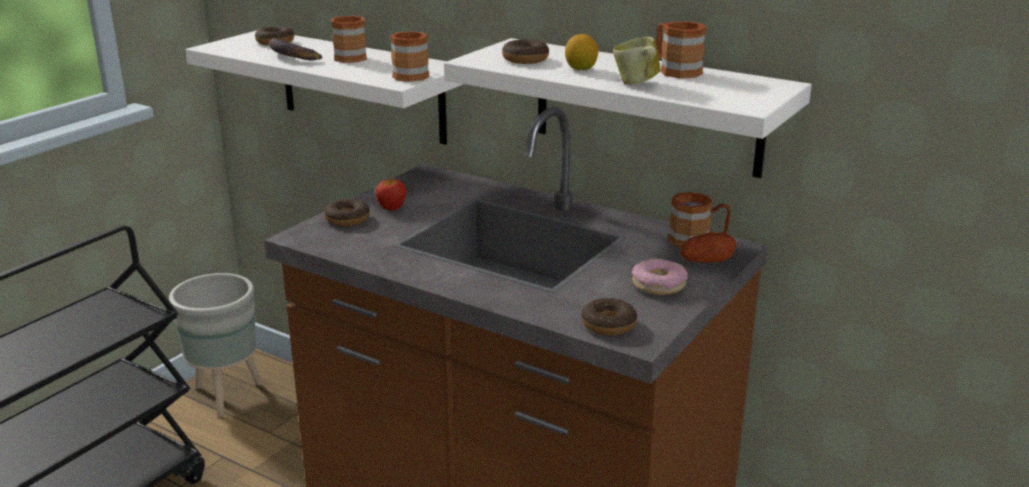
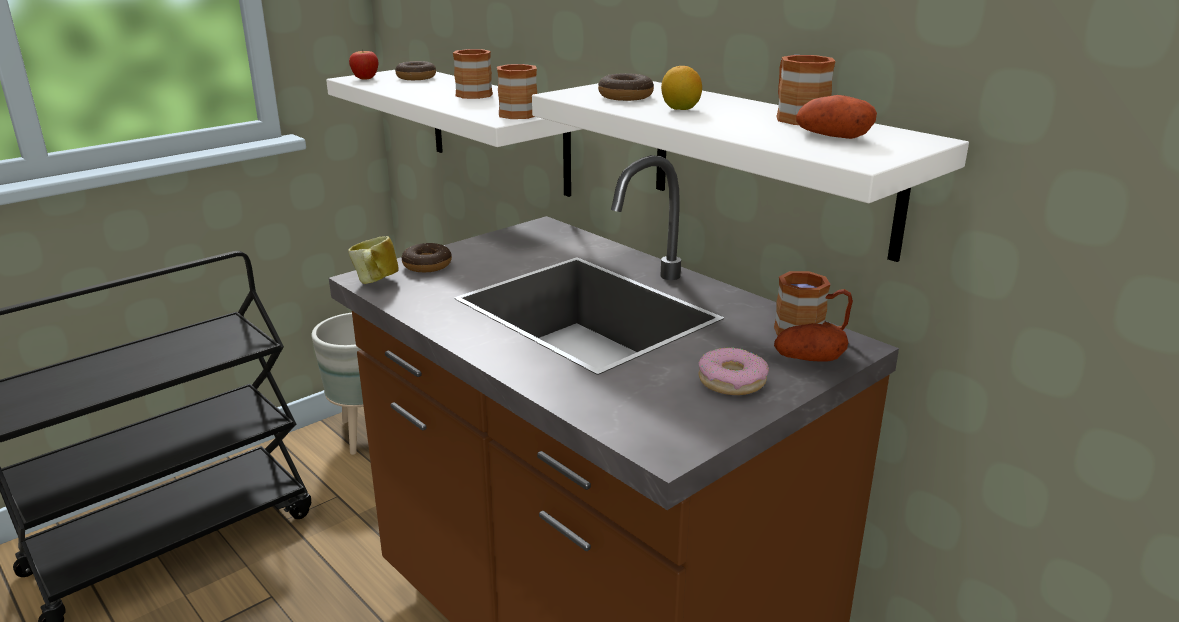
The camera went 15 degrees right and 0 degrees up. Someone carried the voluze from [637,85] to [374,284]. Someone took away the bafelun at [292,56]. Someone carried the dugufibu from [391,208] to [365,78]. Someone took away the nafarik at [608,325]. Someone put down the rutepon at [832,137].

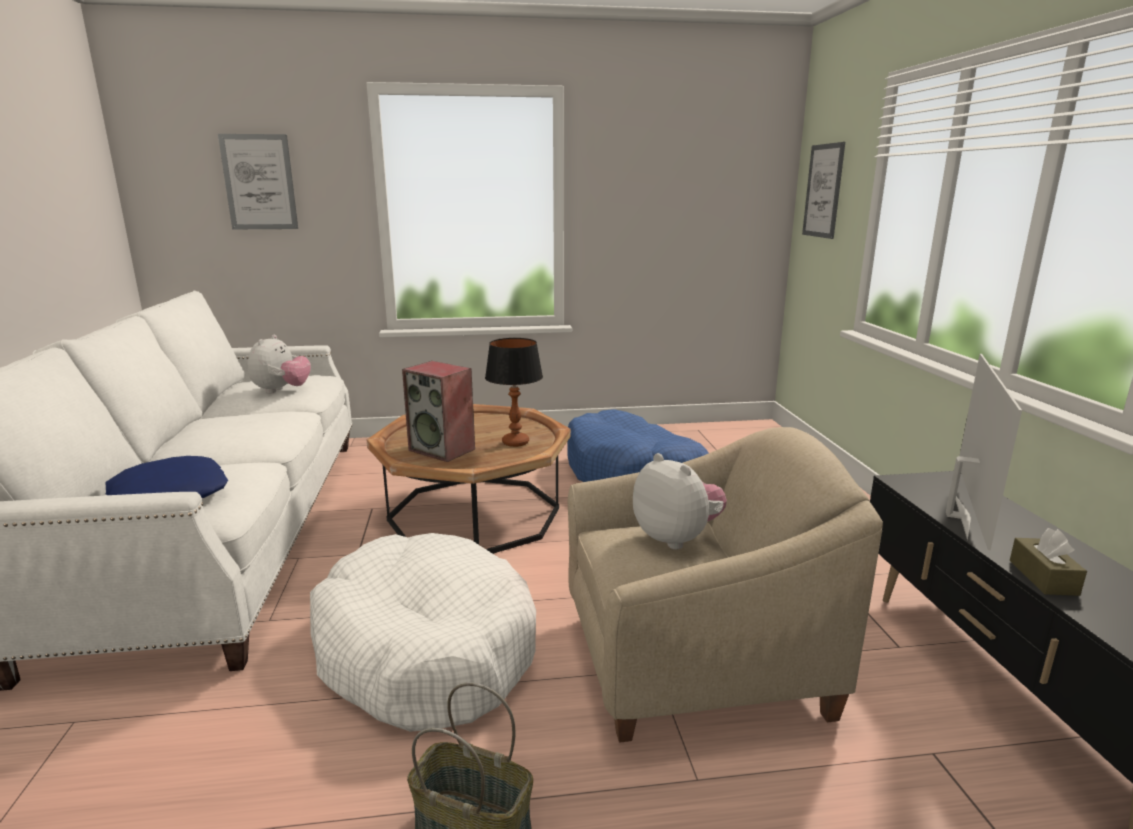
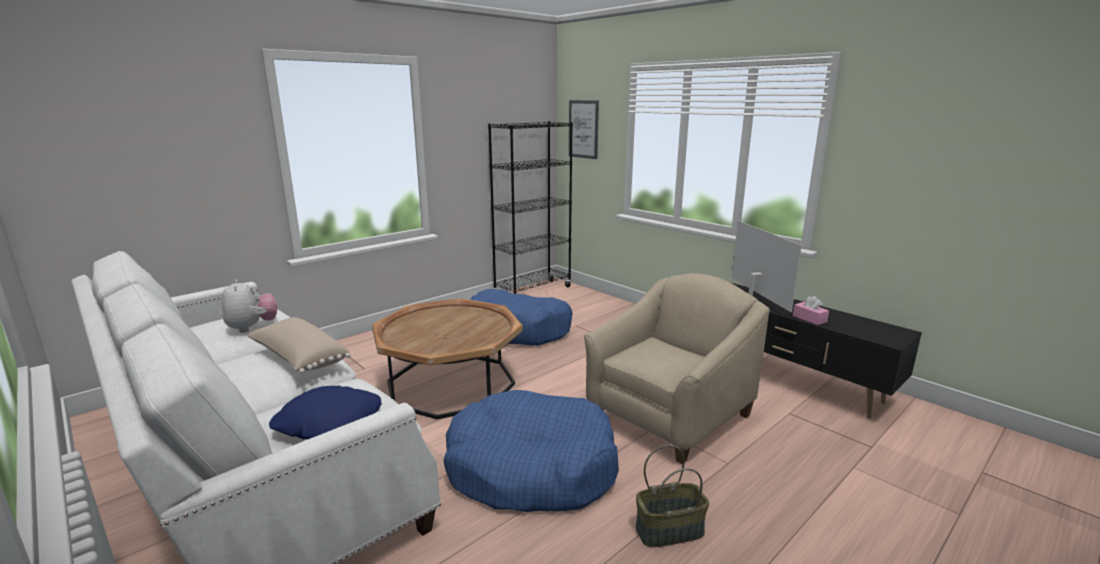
The camera went 35 degrees left and 0 degrees up. Someone took away the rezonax at [259,182]. Someone took away the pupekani at [515,442]. Someone took away the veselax at [443,449]. Someone took away the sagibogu at [677,538]. Someone repainted the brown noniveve at [1043,577], which became the pink noniveve at [809,319]. Someone repainted the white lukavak at [424,649], which became the blue lukavak at [531,468]. Someone put down the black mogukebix at [533,292]. Someone put down the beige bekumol at [299,358].

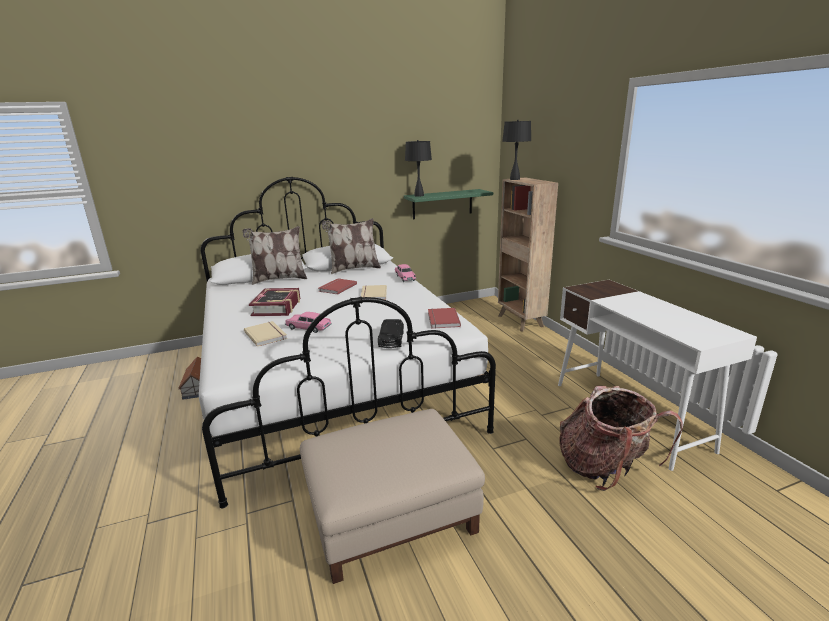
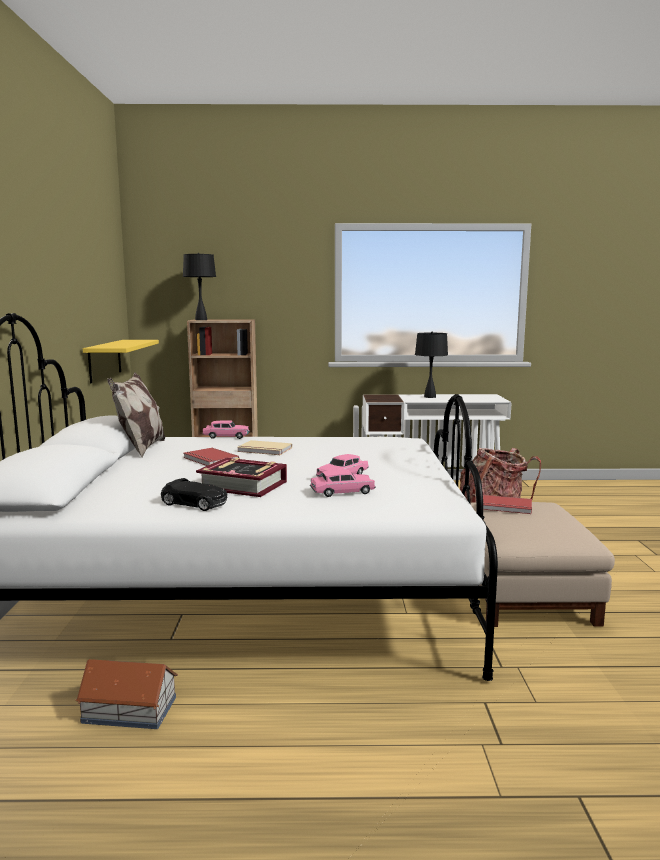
The camera went 70 degrees left and 10 degrees down. Someone carried the black pupekani from [419,195] to [429,397]. Someone repainted the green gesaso at [442,204], which became the yellow gesaso at [105,360]. Someone took away the bekumol at [278,279]. Someone carried the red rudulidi from [442,320] to [506,507]. Someone carried the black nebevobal from [391,340] to [195,503]. Someone swapped the beige rudulidi at [266,335] for the pink nebevobal at [342,492].

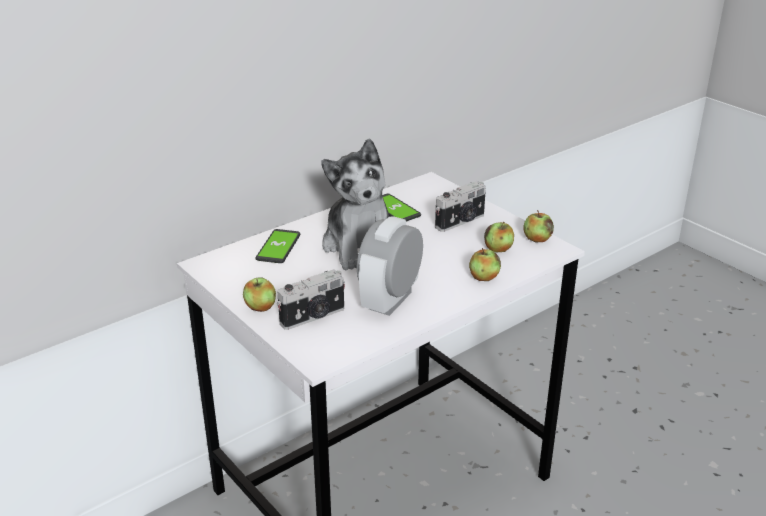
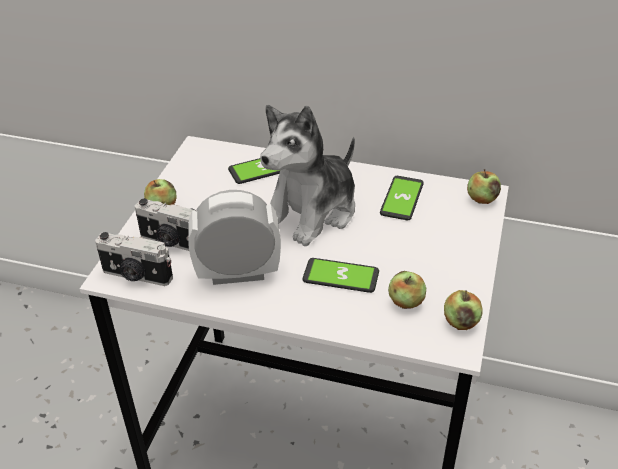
The camera went 55 degrees right and 10 degrees up. Someone carried the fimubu from [461,222] to [136,276]. Someone carried the dugufibu from [483,277] to [482,199]. Someone put down the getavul at [340,276].

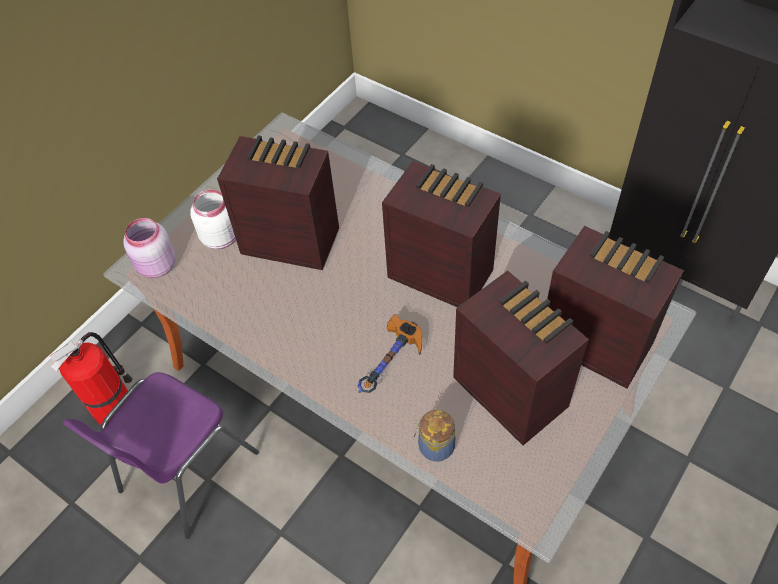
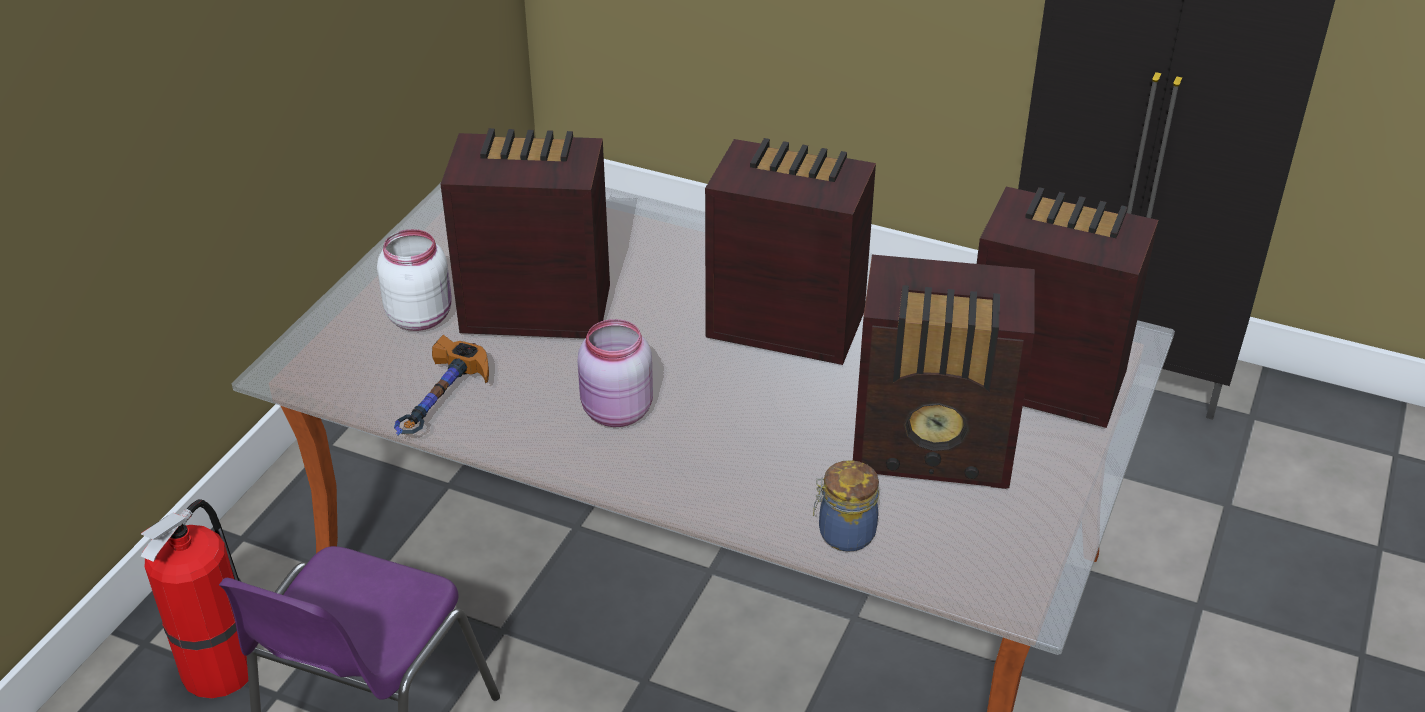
The camera went 15 degrees left and 15 degrees down. Someone carried the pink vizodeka from [156,267] to [616,412]. Someone rotated the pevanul at [510,389] by 150 degrees clockwise. Someone carried the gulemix from [389,364] to [441,405].

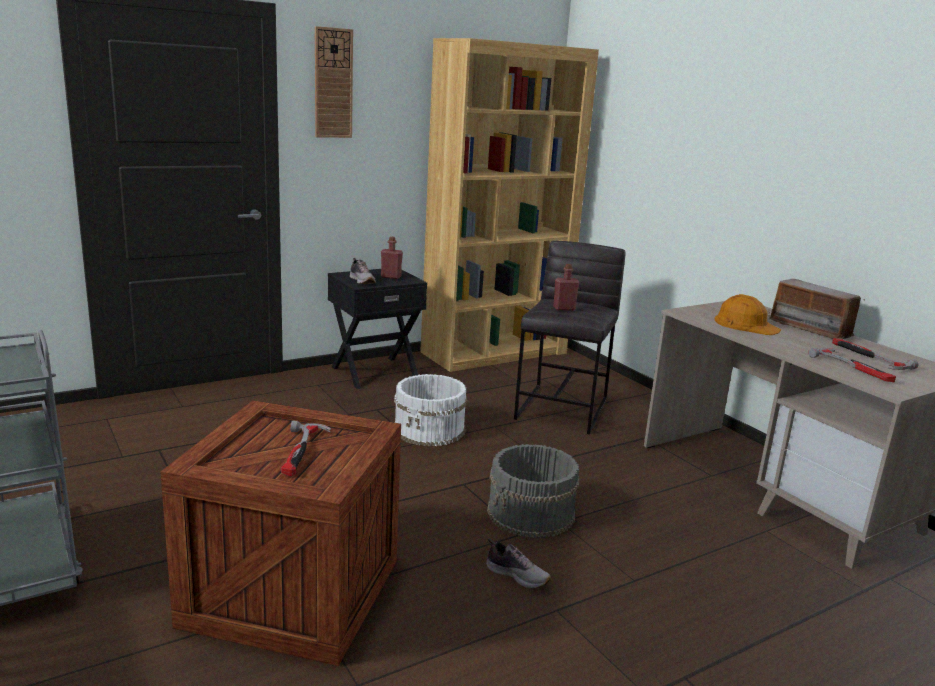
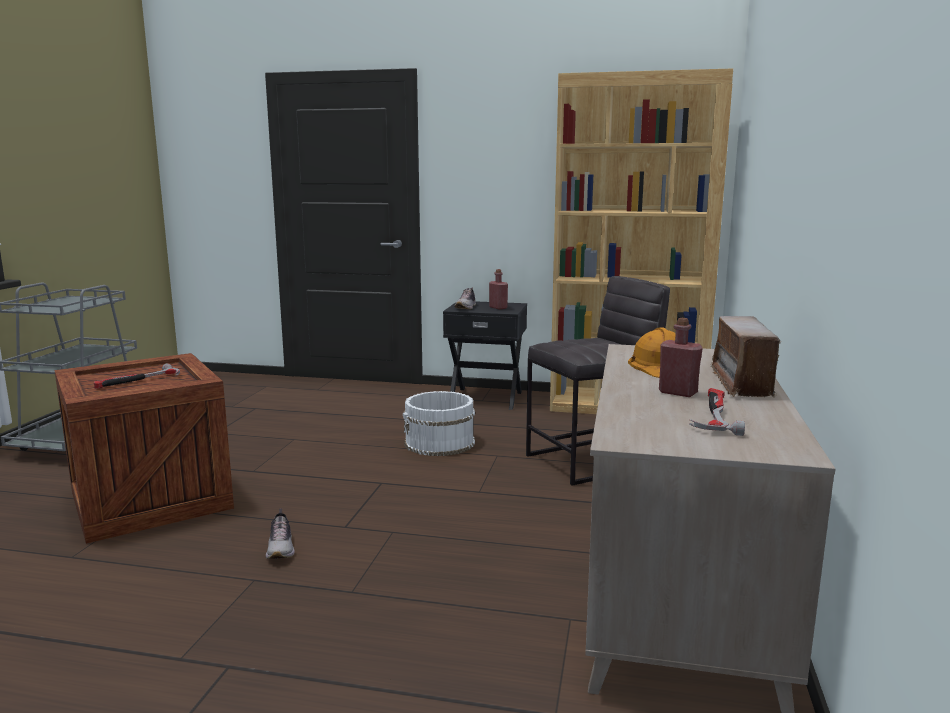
The camera went 45 degrees right and 5 degrees down. Someone took away the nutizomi at [333,83]. Someone carried the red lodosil from [564,308] to [678,392]. Someone took away the gulemix at [854,368]. Someone took away the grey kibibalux at [531,513].

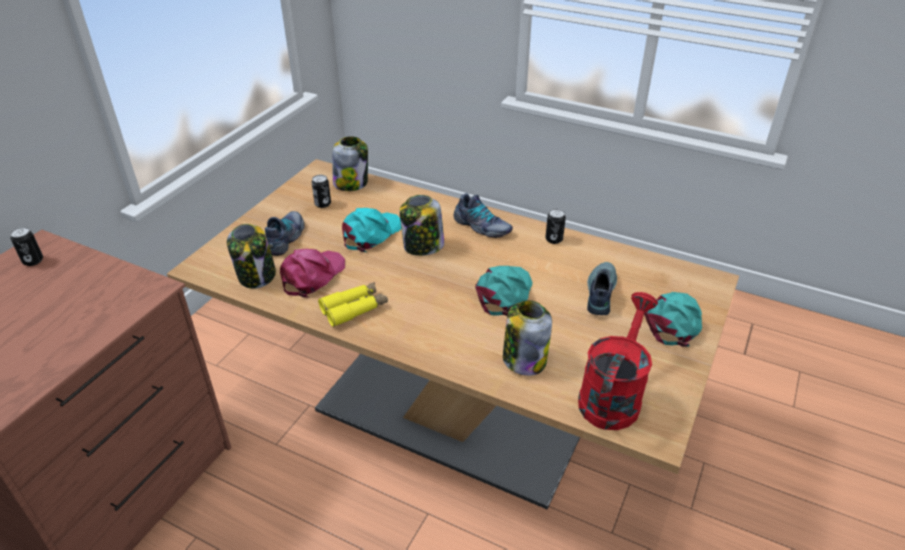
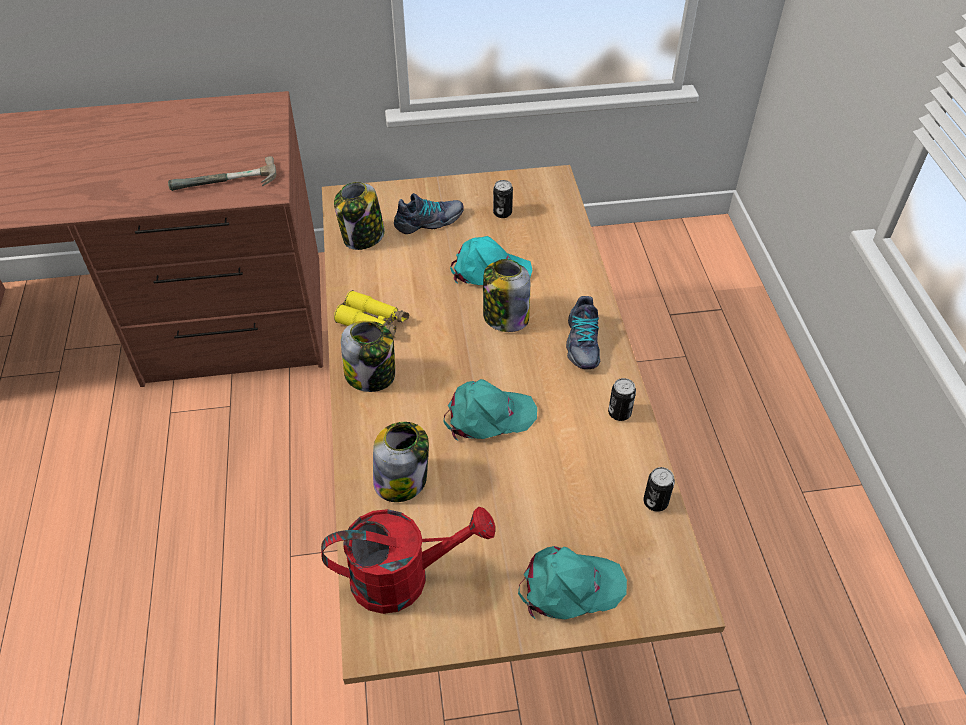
The camera went 55 degrees right and 10 degrees up. Someone carried the vizodeka from [351,183] to [371,375]. Someone carried the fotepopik from [33,261] to [655,502]. Someone took away the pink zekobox at [312,276]. Someone took away the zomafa at [599,293]. Someone put down the gulemix at [225,184].

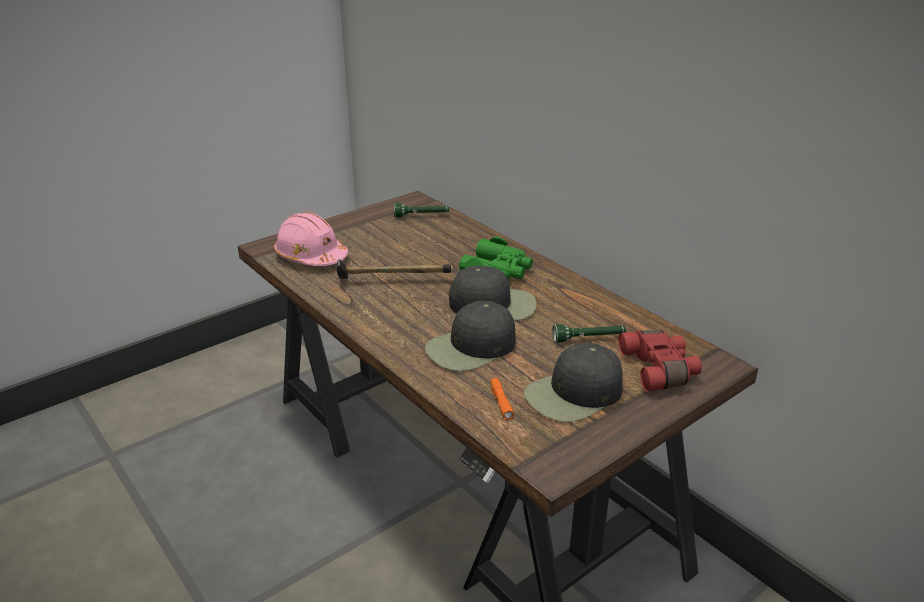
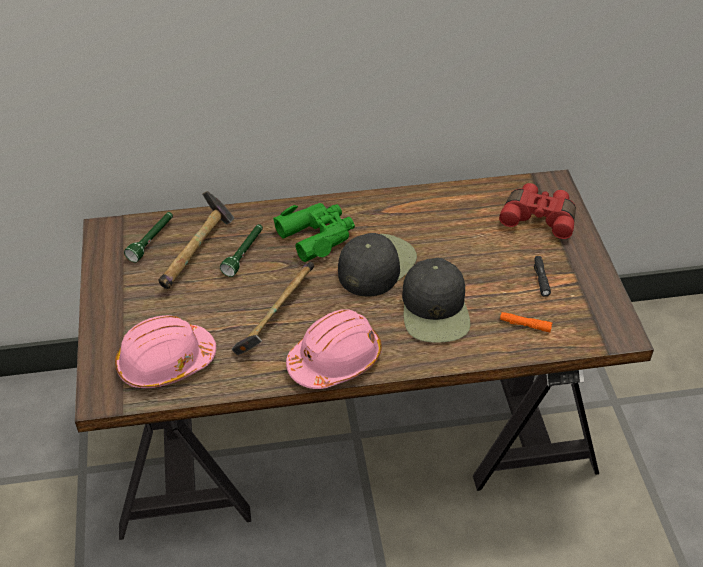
The camera went 60 degrees left and 15 degrees up. Someone carried the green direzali from [589,339] to [244,254]. Someone swapped the black zekobox at [574,394] for the black direzali at [540,278]. Someone put down the gulemix at [197,252]. Someone put down the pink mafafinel at [335,360].

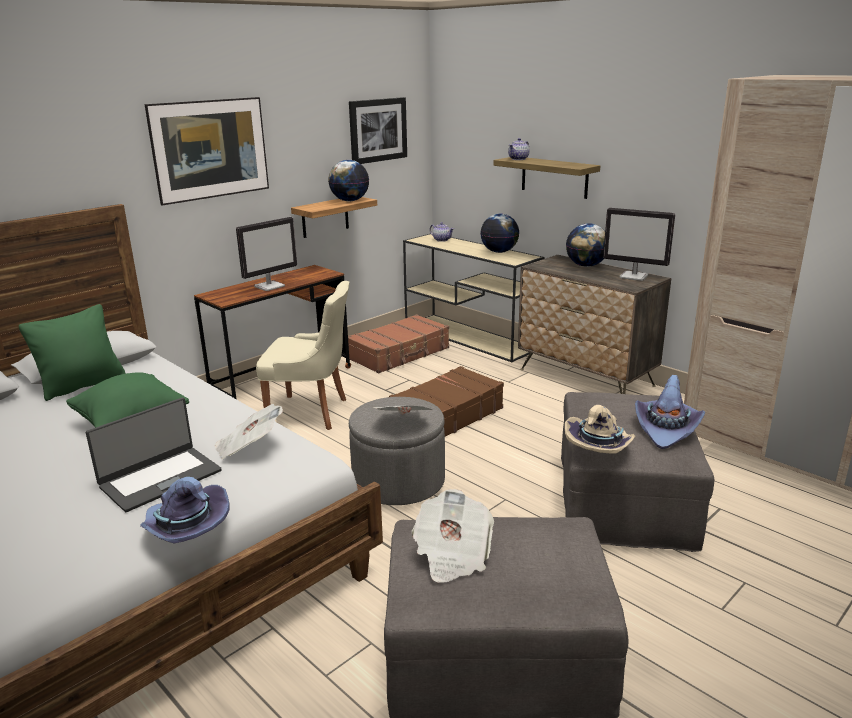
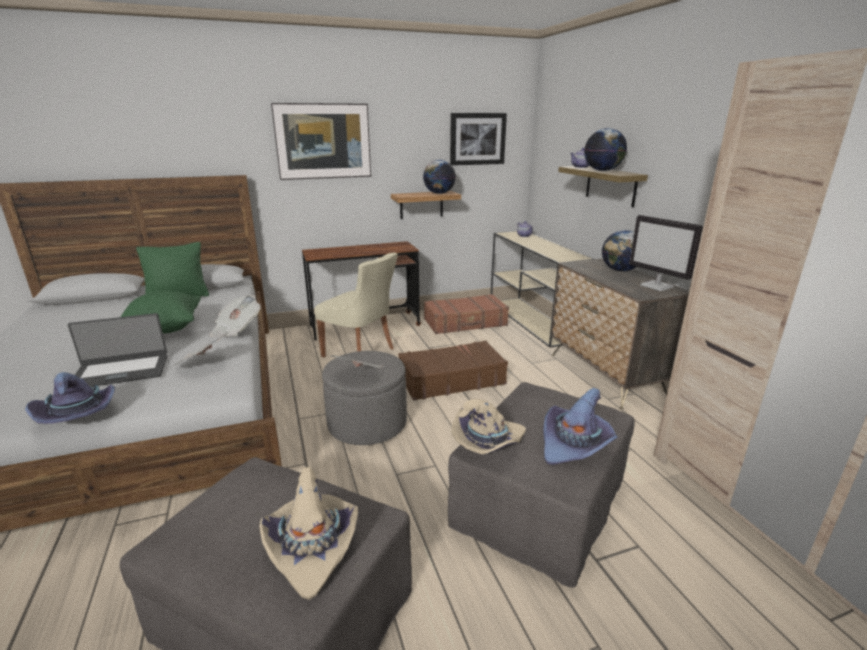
The camera went 25 degrees right and 0 degrees up. Someone carried the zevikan from [499,252] to [602,170]. Someone took away the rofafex at [270,286]. Someone carried the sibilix from [452,555] to [236,329]. Someone put down the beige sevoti at [312,546].

